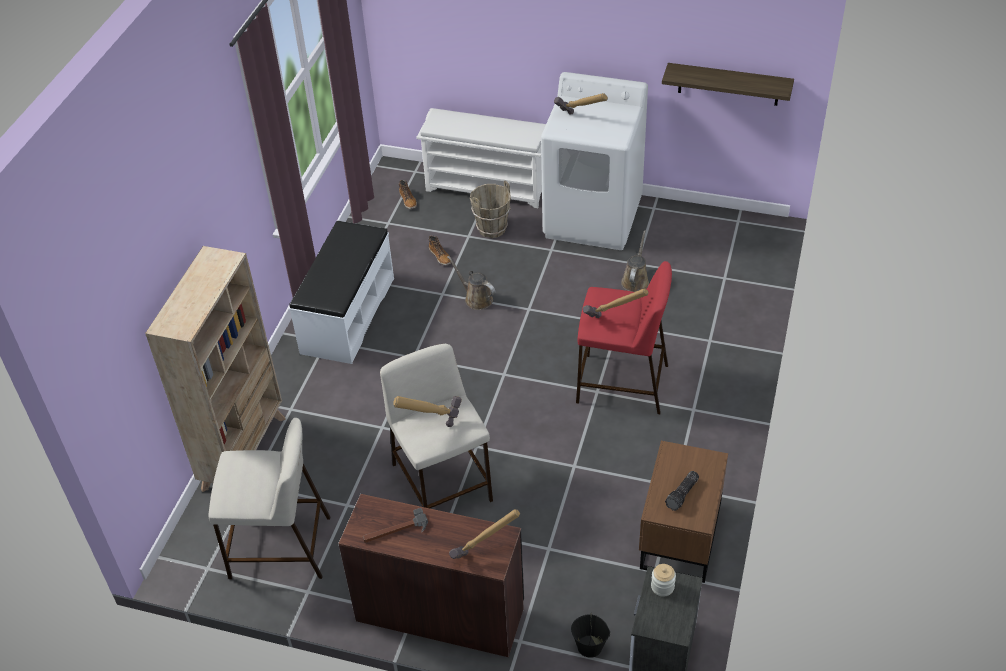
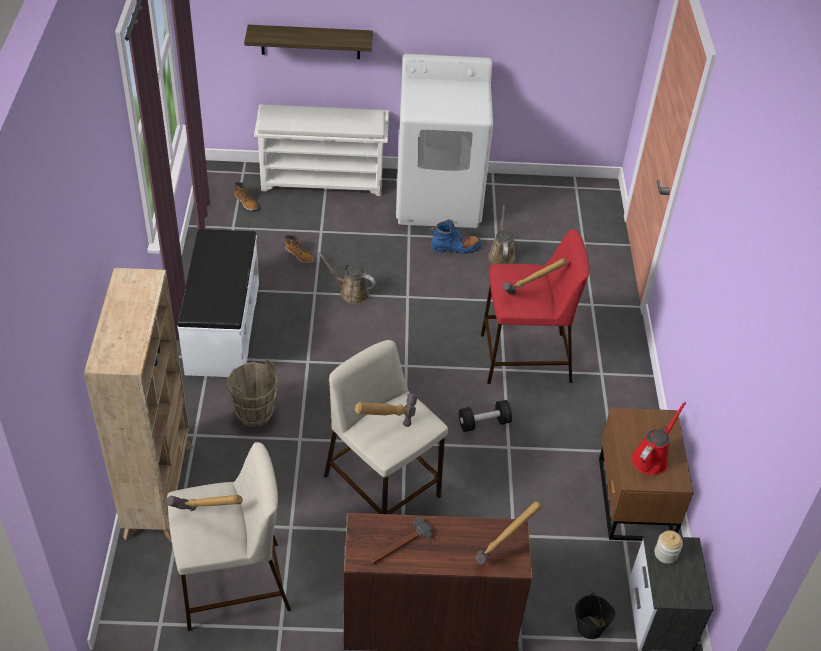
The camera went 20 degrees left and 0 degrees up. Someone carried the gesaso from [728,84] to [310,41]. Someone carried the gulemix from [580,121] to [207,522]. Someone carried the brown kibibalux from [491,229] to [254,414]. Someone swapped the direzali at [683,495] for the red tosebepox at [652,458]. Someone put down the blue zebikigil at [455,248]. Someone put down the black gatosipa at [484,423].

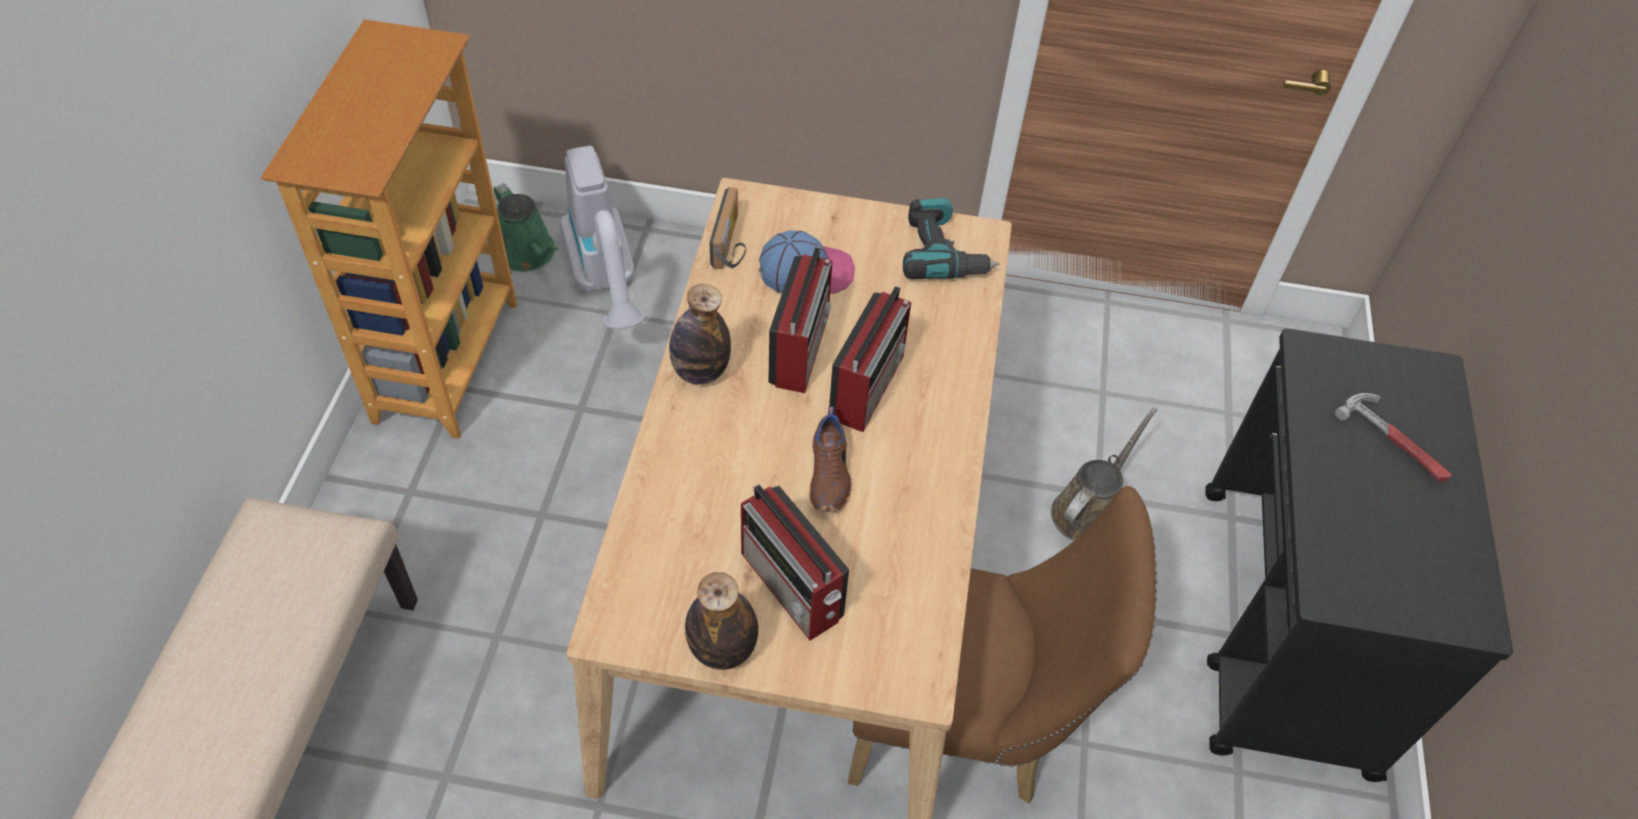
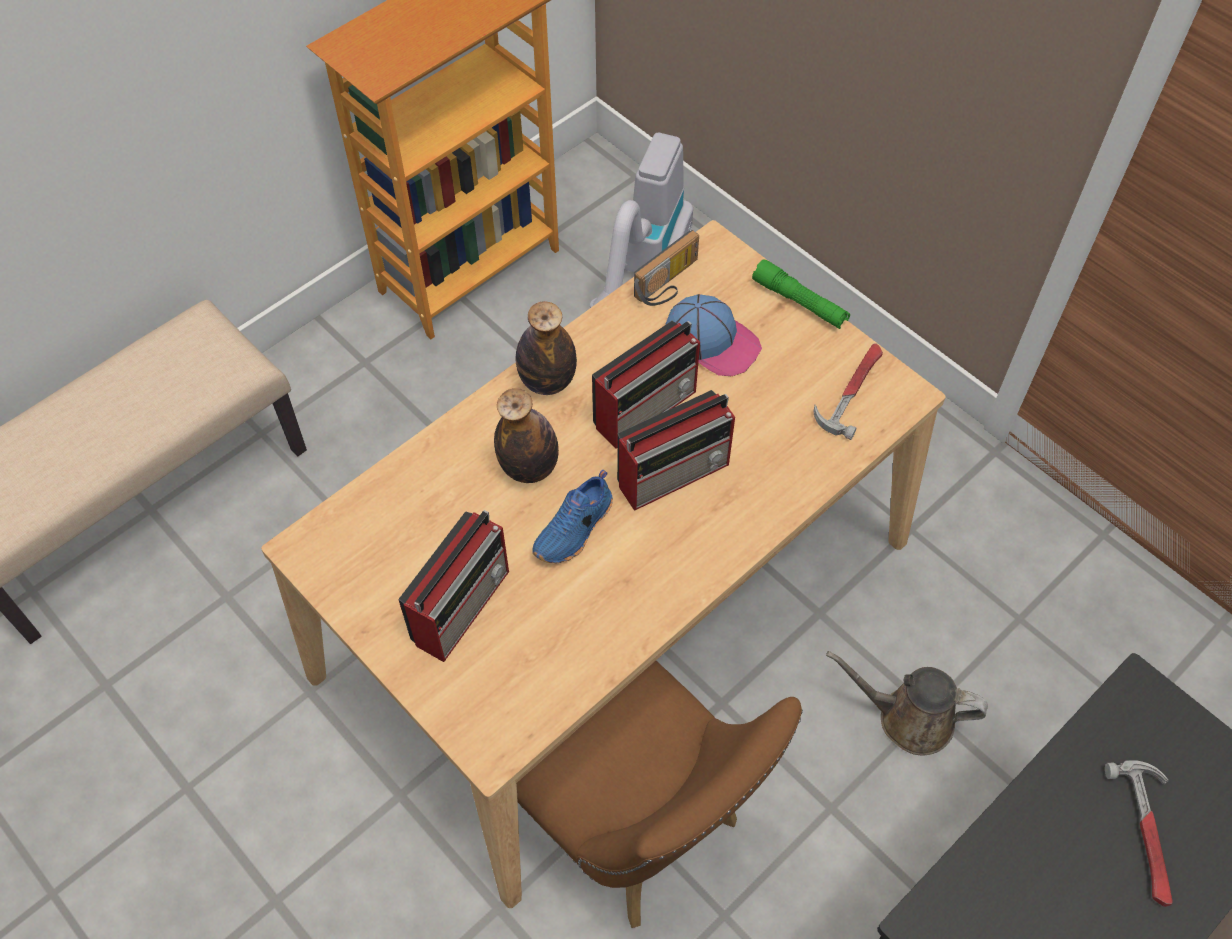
The camera went 40 degrees right and 5 degrees up. Someone took away the green tosebepox at [529,255]. Someone swapped the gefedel at [942,253] for the gulemix at [851,390]. Someone repainted the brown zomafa at [830,474], which became the blue zomafa at [575,530]. Someone rotated the brown tosebepox at [1088,510] by 150 degrees counterclockwise. Someone rotated the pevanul at [792,588] by 150 degrees counterclockwise. Someone carried the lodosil from [723,648] to [529,467]. Someone put down the green direzali at [799,302].

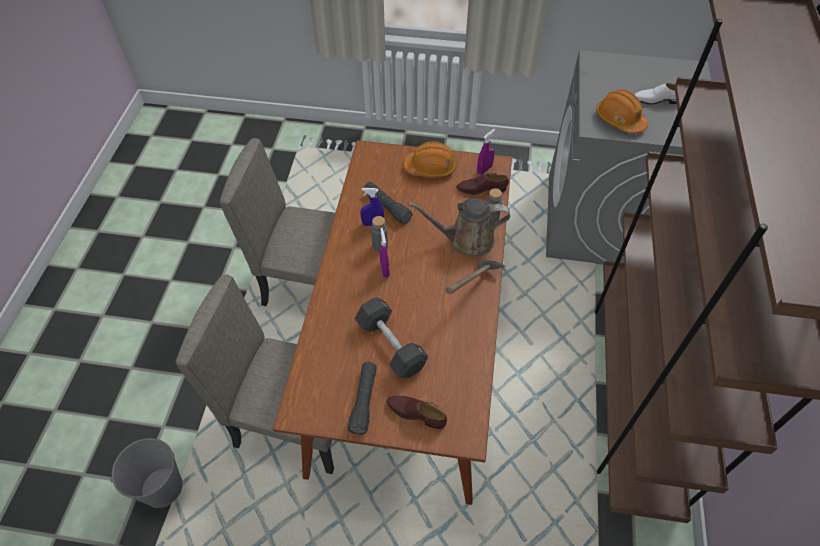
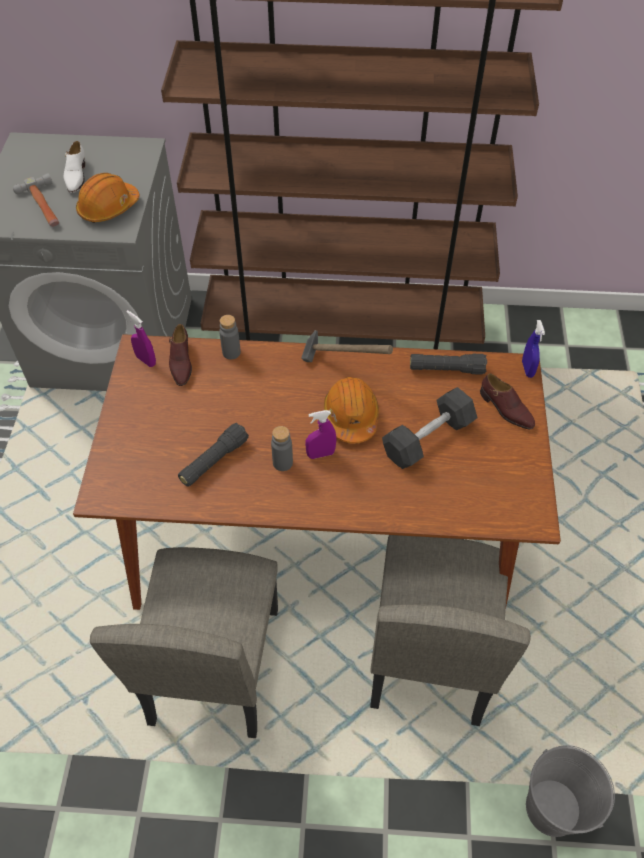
The camera went 95 degrees left and 0 degrees up. Someone carried the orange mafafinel from [430,168] to [351,416]. Someone carried the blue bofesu from [373,224] to [527,369]. Someone took away the brown tosebepox at [466,240]. Someone carried the black direzali from [364,401] to [446,369]. Someone rotated the brown zomafa at [416,413] by 60 degrees counterclockwise. Someone put down the gulemix at [44,206].

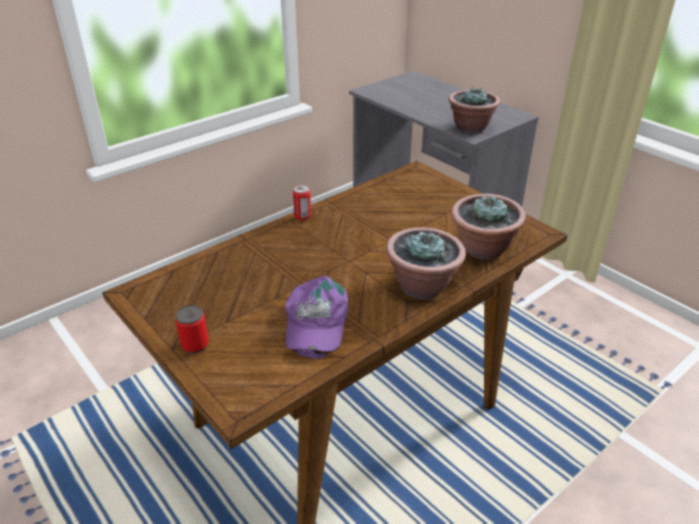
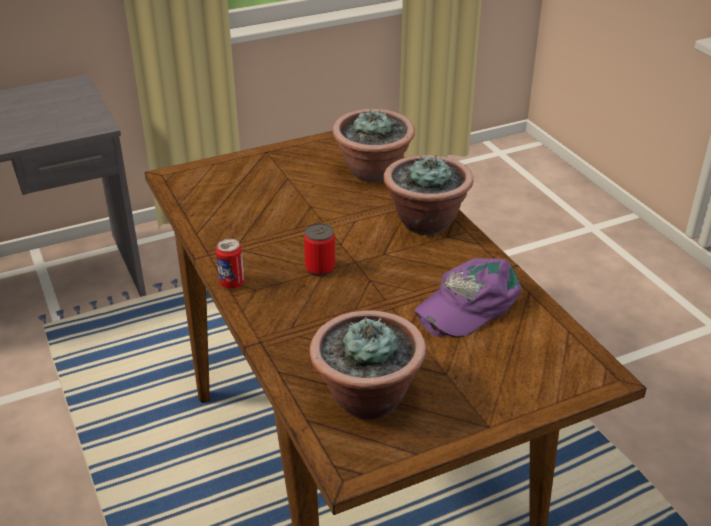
The camera went 75 degrees left and 0 degrees up. Someone carried the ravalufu from [470,128] to [366,398]. Someone rotated the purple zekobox at [315,322] by 120 degrees clockwise. Someone carried the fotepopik from [195,345] to [320,268].

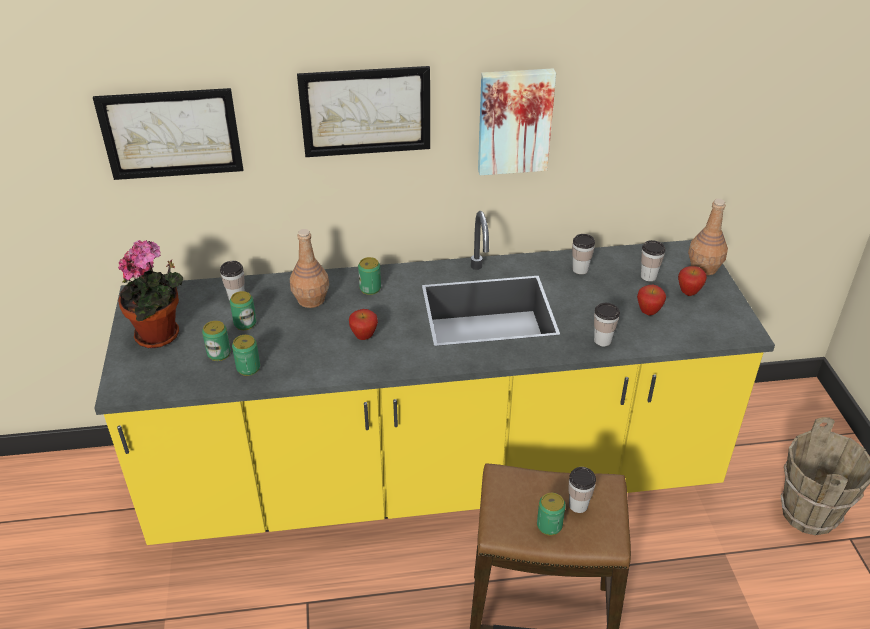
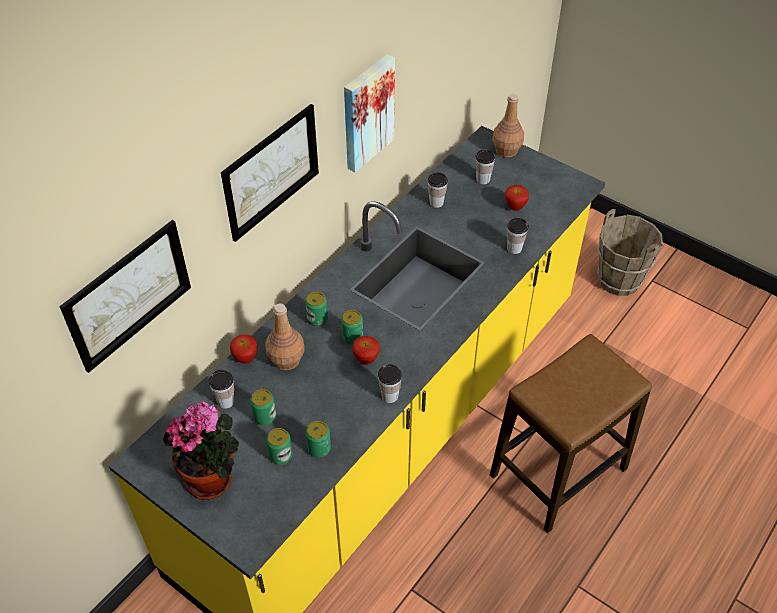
The camera went 45 degrees left and 10 degrees up. Someone carried the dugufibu from [688,293] to [246,359]. Someone carried the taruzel from [578,505] to [389,396]. Someone carried the fotepopik from [549,526] to [352,337].

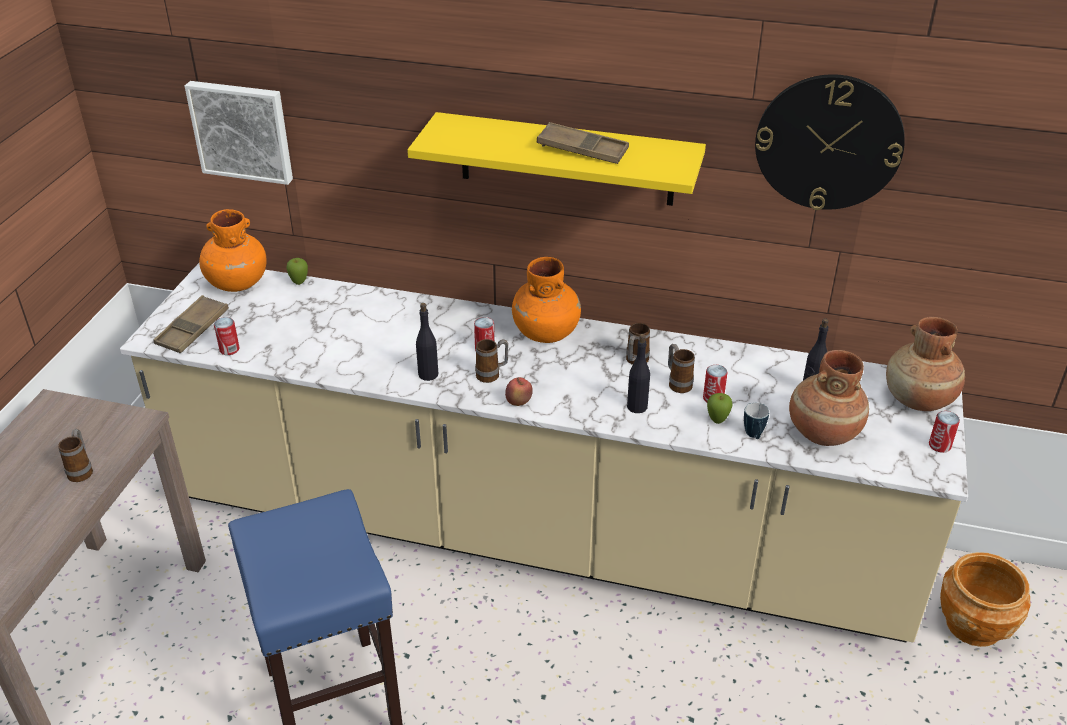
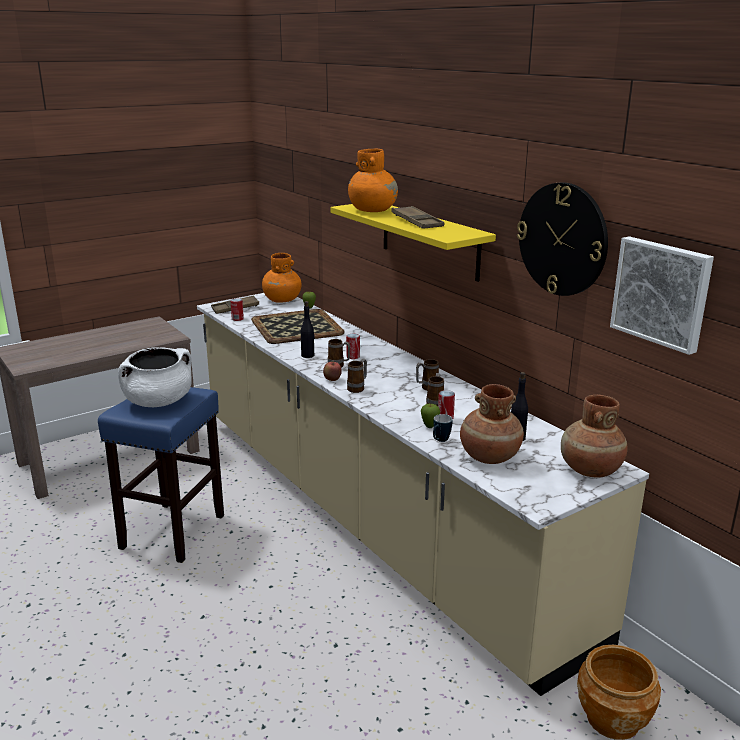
The camera went 40 degrees right and 15 degrees down. Someone carried the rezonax from [242,130] to [662,293]. Someone carried the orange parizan from [546,332] to [373,211]. Someone took away the black lodosil at [637,406]. Someone took away the fotepopik at [939,445]. Someone carried the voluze from [82,470] to [358,388]. Someone put down the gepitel at [296,327]. Someone put down the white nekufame at [158,402].

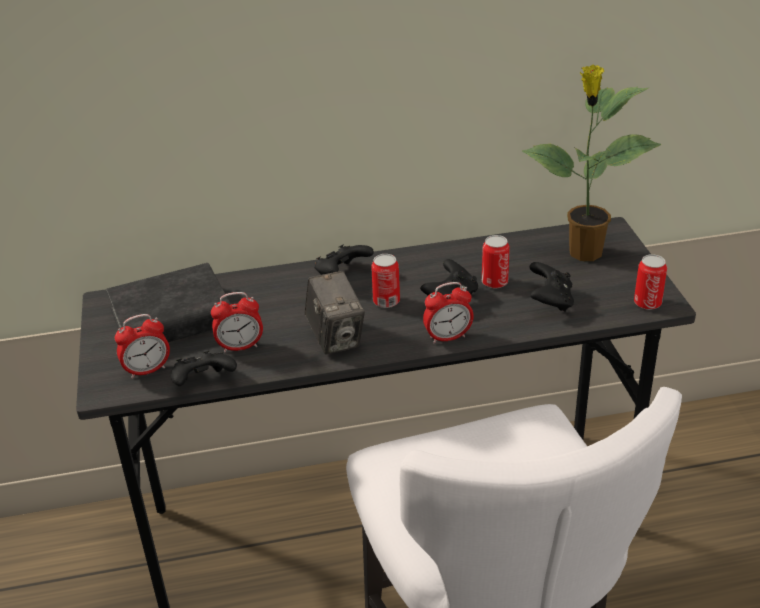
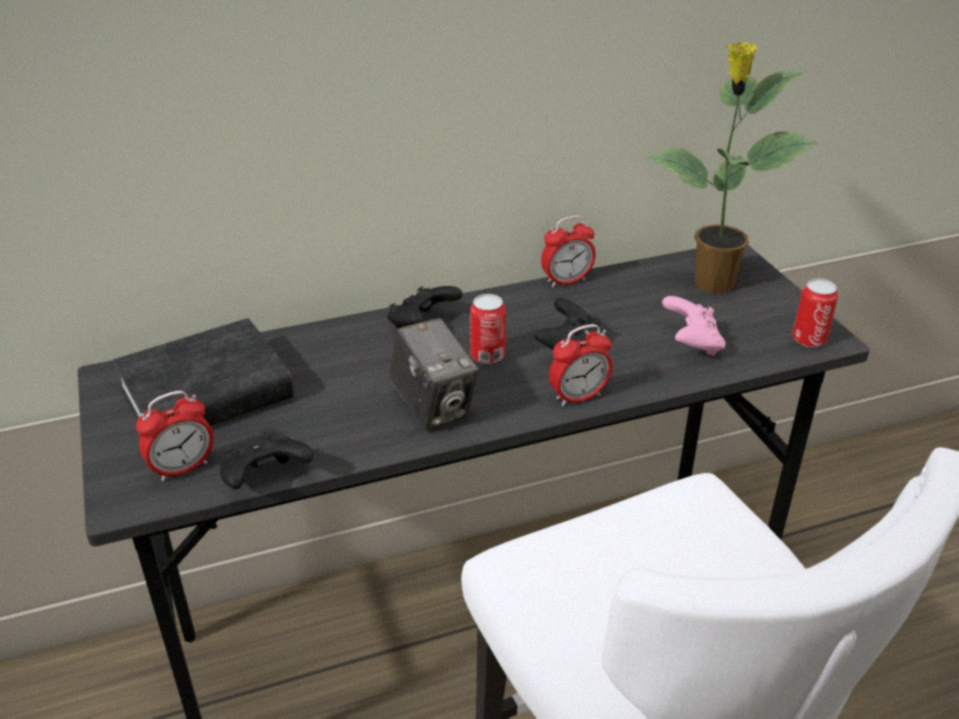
The camera went 10 degrees left and 0 degrees up. Someone took away the fotepopik at [494,282]. Someone repainted the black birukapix at [550,301], which became the pink birukapix at [691,343]. Someone carried the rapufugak from [240,346] to [566,281].

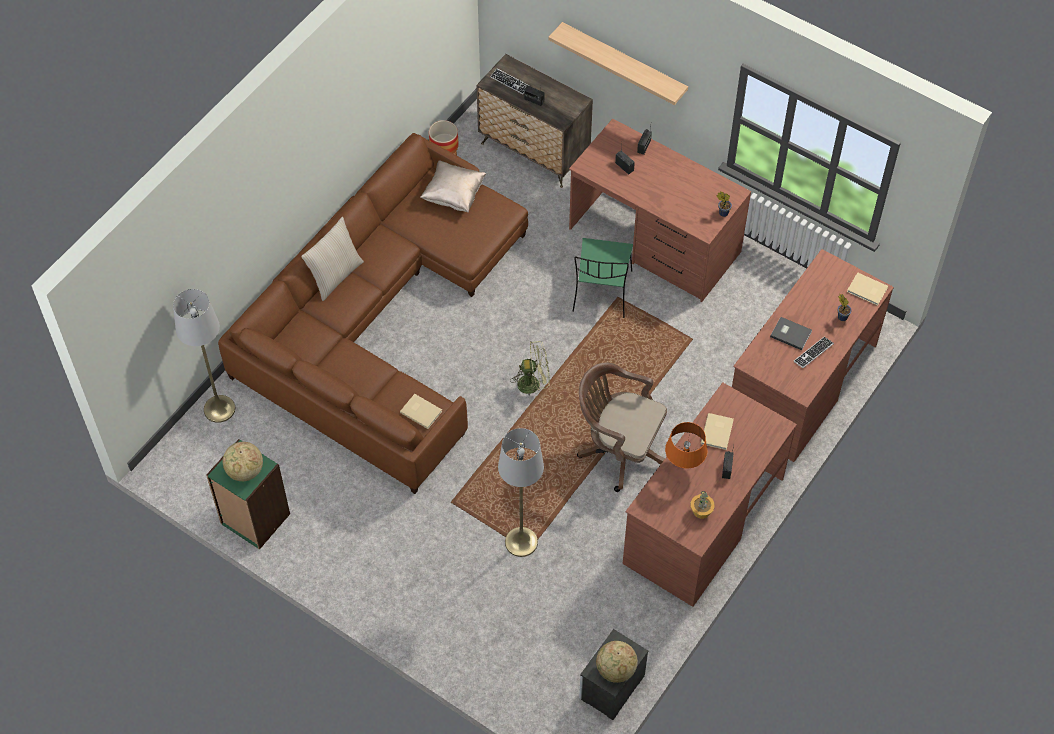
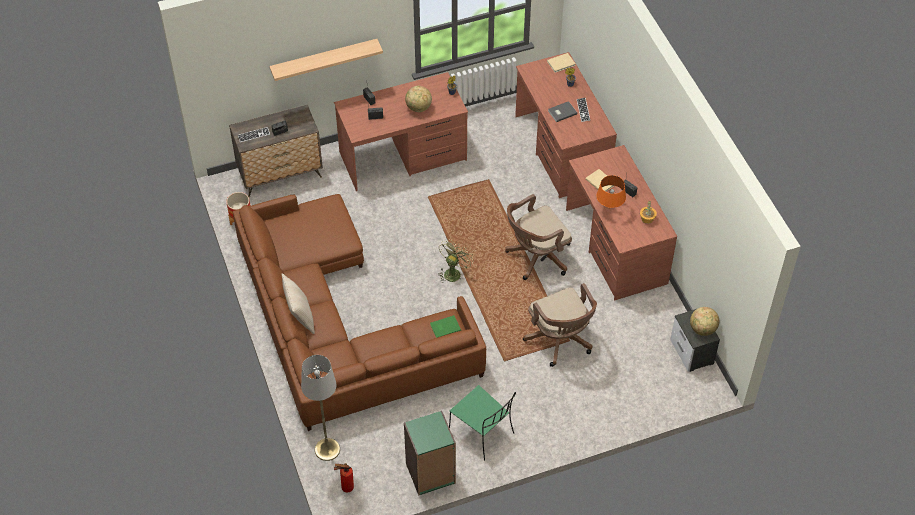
The camera went 55 degrees left and 5 degrees down. Someone took away the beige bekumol at [453,195]. Someone carried the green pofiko from [602,293] to [482,433]. Someone repainted the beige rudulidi at [421,411], which became the green rudulidi at [444,327]. Someone swapped the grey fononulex at [521,542] for the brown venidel at [560,341]. Someone carried the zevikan from [245,471] to [418,108]. Someone put down the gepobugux at [345,487].

